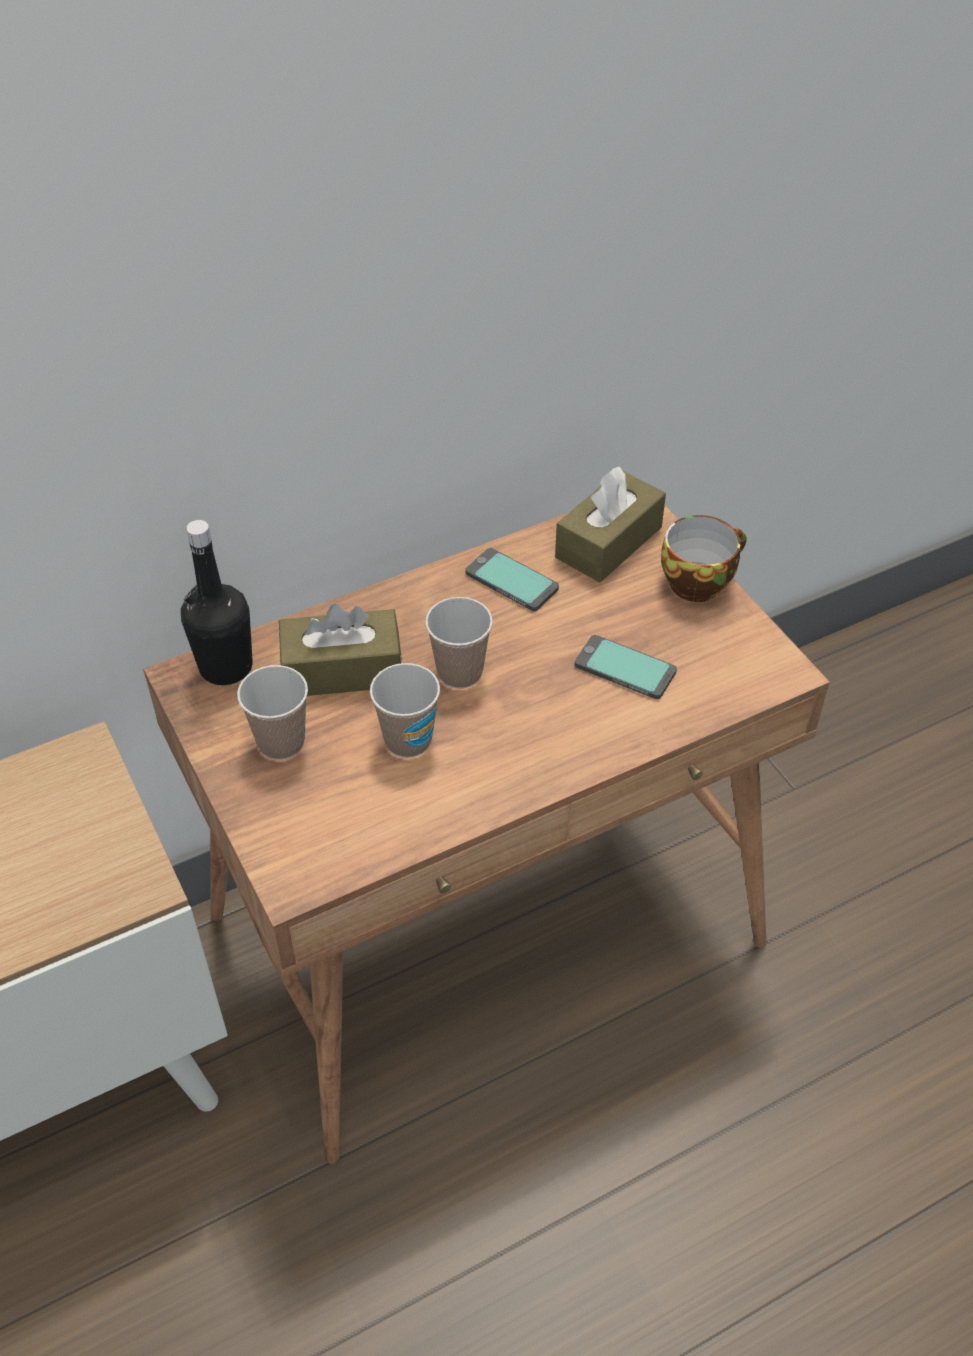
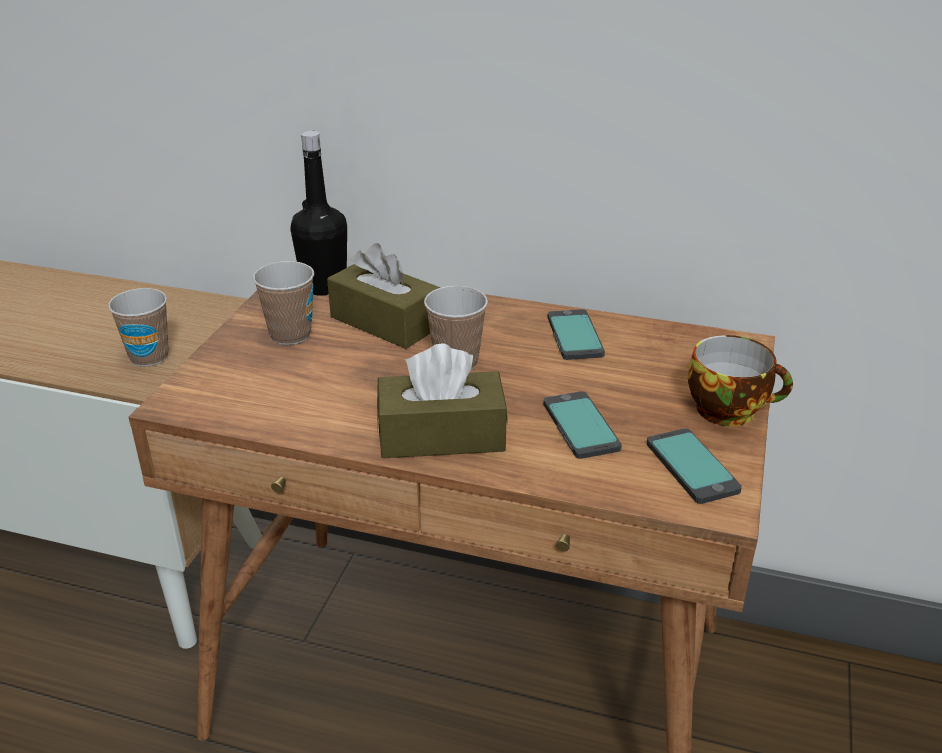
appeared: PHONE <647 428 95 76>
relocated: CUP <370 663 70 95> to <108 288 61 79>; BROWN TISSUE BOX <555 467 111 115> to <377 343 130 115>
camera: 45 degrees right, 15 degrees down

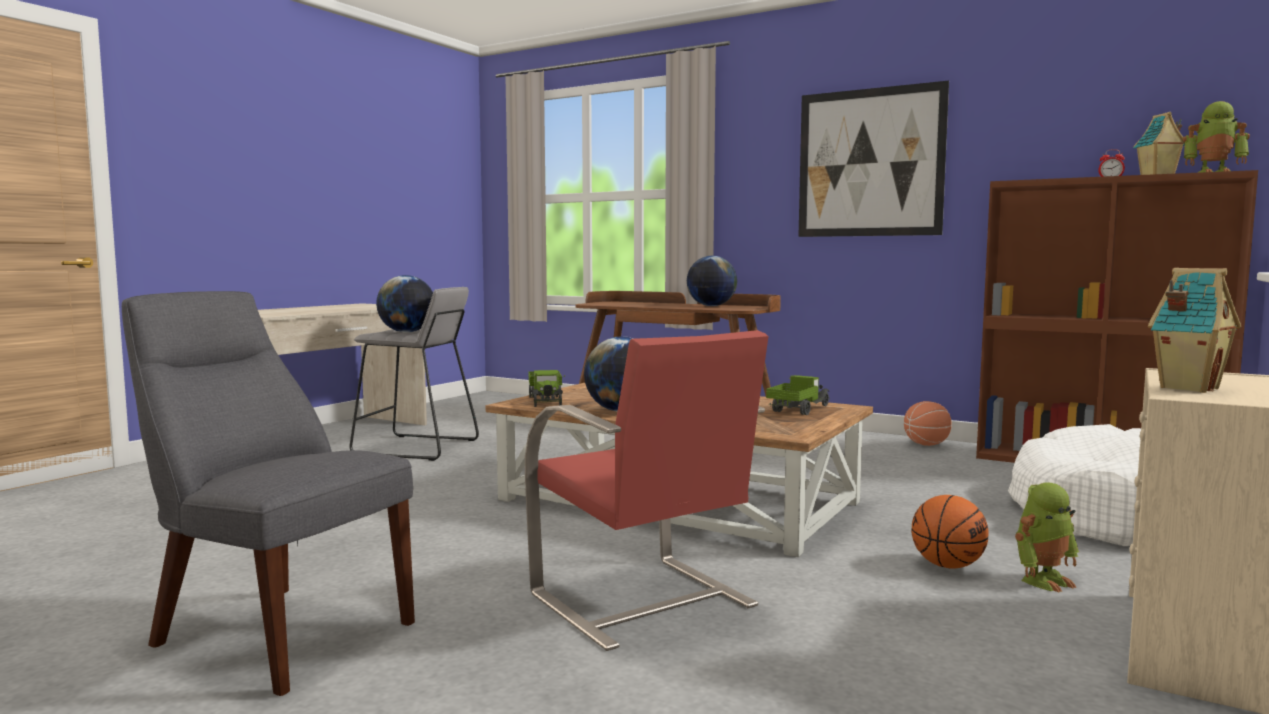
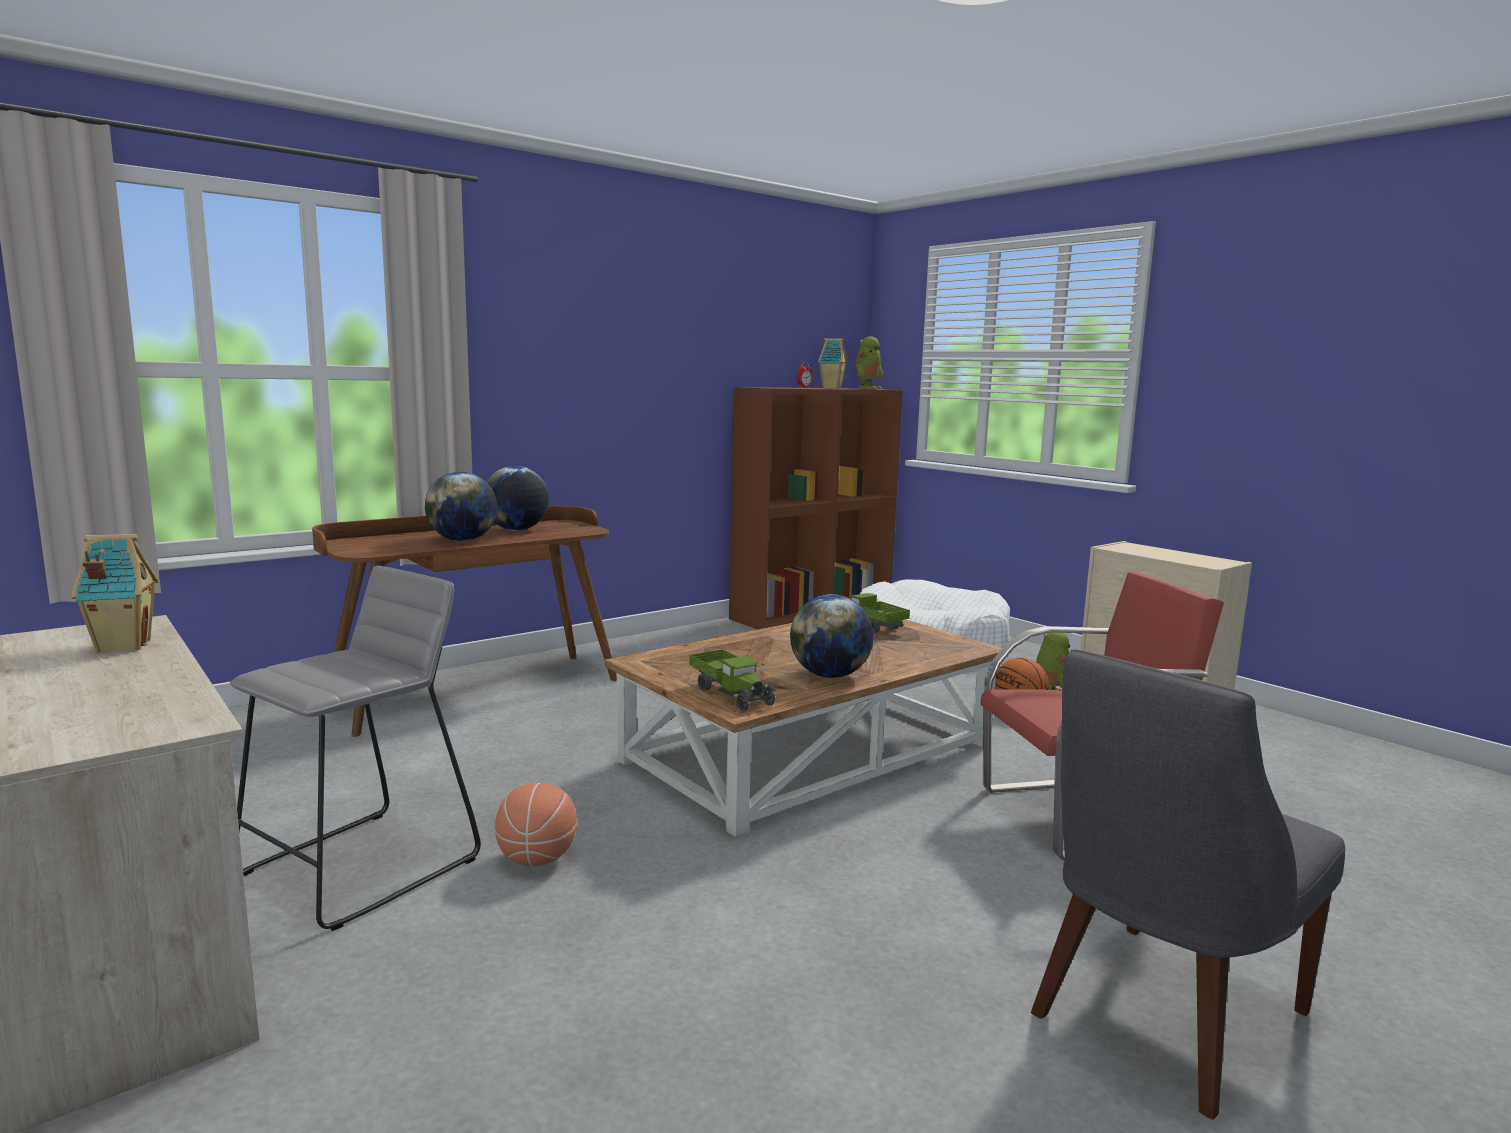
missing: PICTURE <798 81 151 156>
relocated: TOY HOUSE <1148 268 93 125> to <71 534 88 119>; GLOBE <376 275 57 57> to <425 472 73 69>; BASKETBALL <904 401 48 45> to <495 783 82 83>
spun: TOY TRUCK <528 370 37 37> = <690 649 86 62> 45 degrees clockwise
camera: 70 degrees left, 5 degrees up

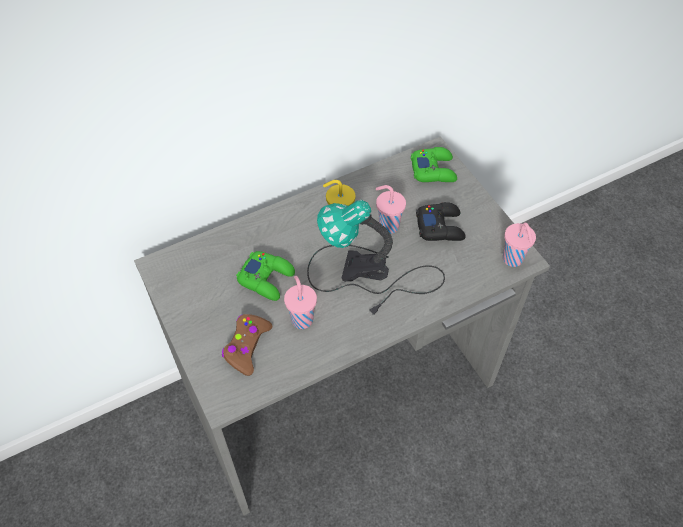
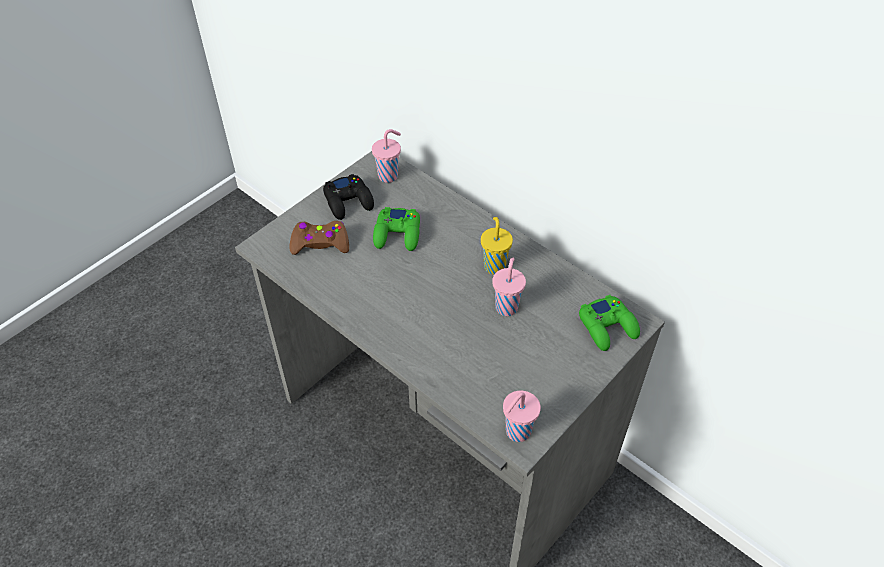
missing: TABLE LAMP <307 200 138 117>
relocated: BLACK GAME CONTROLLER <416 202 50 39> to <323 174 51 46>; PINK CUP <284 276 33 53> to <372 129 29 54>
camera: 70 degrees right, 5 degrees down

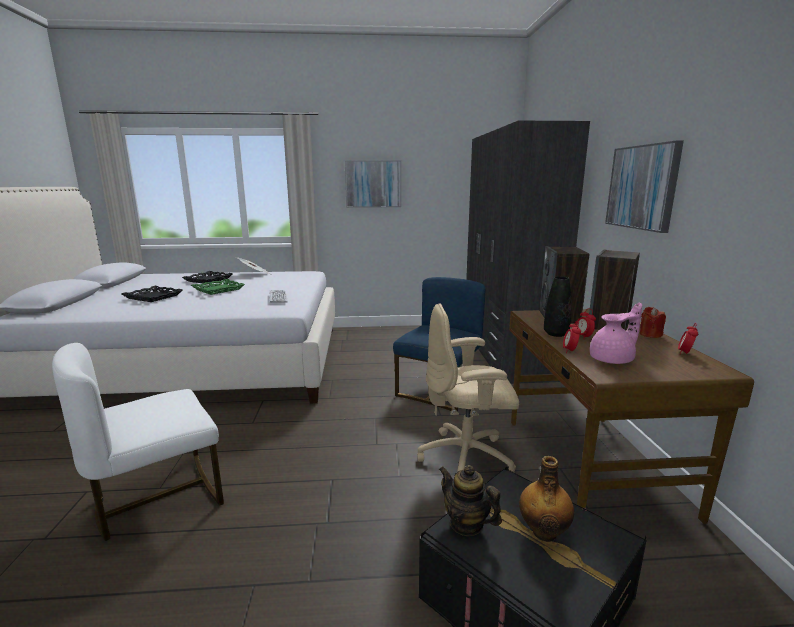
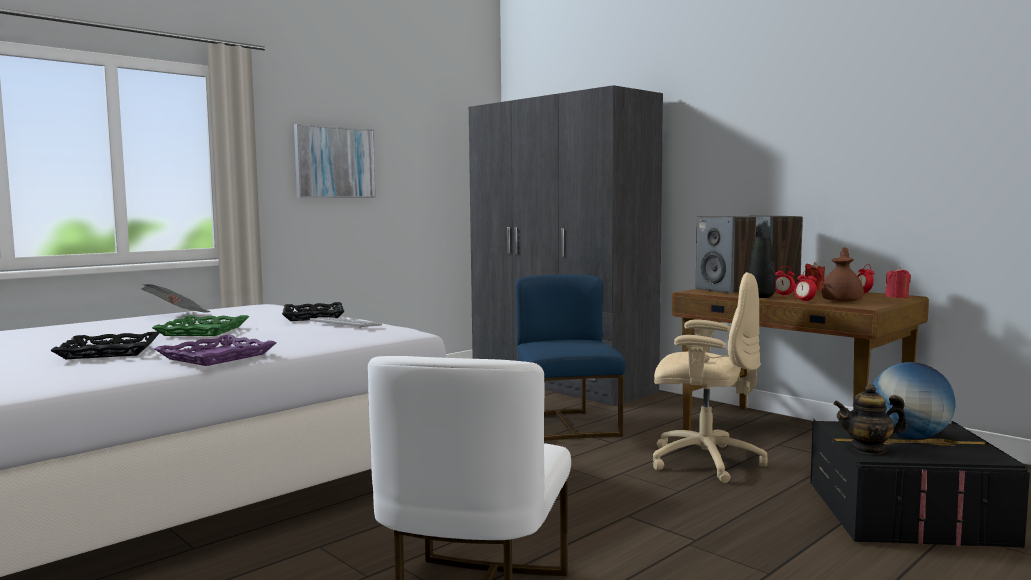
missing: PICTURE <605 140 79 93>
appeared: PURPLE TRAY <154 335 123 31>; RED CANDLE <885 267 26 31>
relocated: BLACK TRAY <182 271 51 12> to <282 302 62 19>
exchanged: BOTTLE <519 456 55 86> to GLOBE <873 362 82 77>
colour: PINK TEAPOT <590 302 52 62> to BROWN TEAPOT <822 247 42 55>
spun: BEIGE OFFICE CHAIR <417 303 102 169> = <653 272 115 211> 120 degrees counterclockwise
camera: 40 degrees left, 10 degrees down

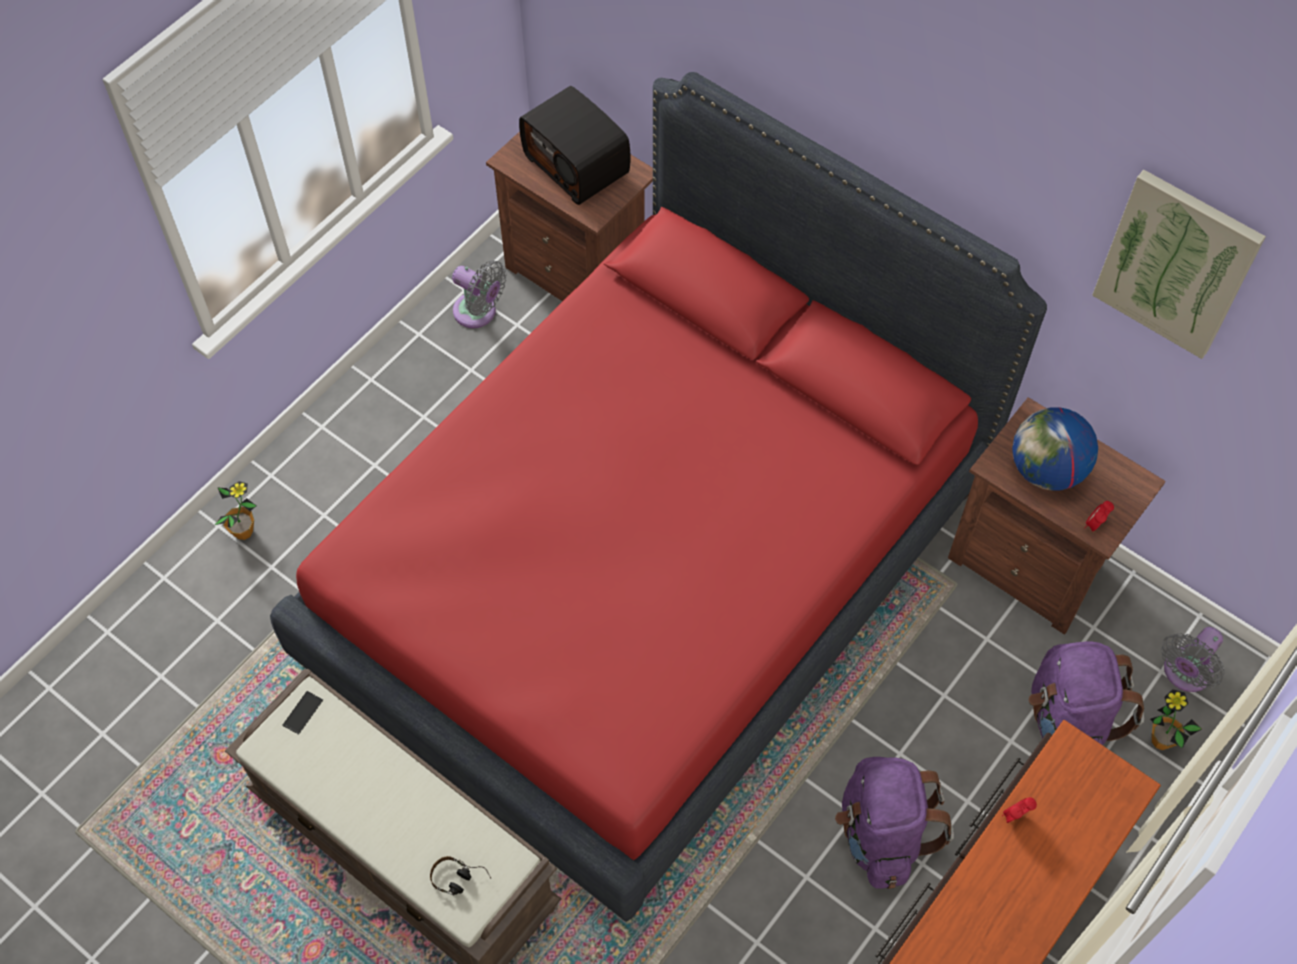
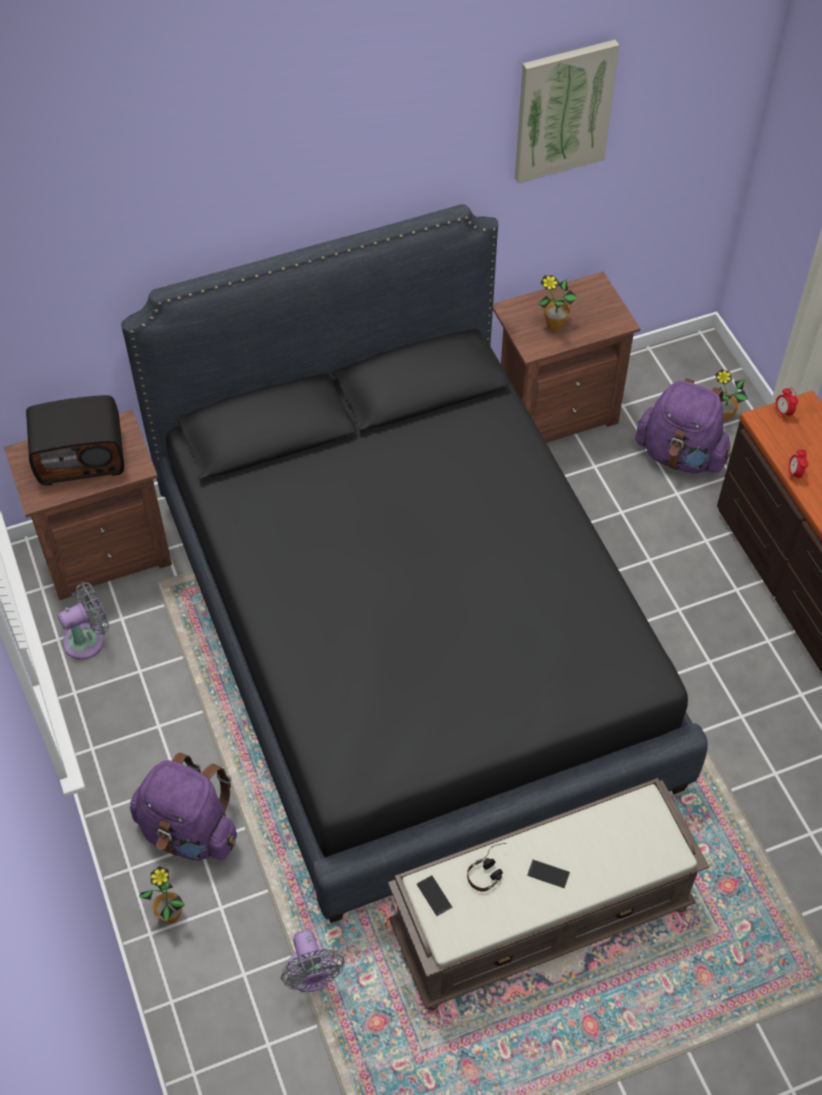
appeared: PHONE <527 860 43 28>
relocated: PURPLE BACKPACK <835 757 119 132> to <130 752 107 109>; GREY FAN <1161 627 64 65> to <281 930 64 62>; HEADPHONES <430 856 61 40> to <467 843 40 49>; ALARM CLOCK <1084 501 30 30> to <776 388 22 32>
exchanged: GLOBE <1012 407 86 84> to POTTED PLANT <539 275 39 55>
colour: RED BED <270 72 777 850> to BLACK BED <121 204 587 719>
camera: 60 degrees left, 5 degrees down

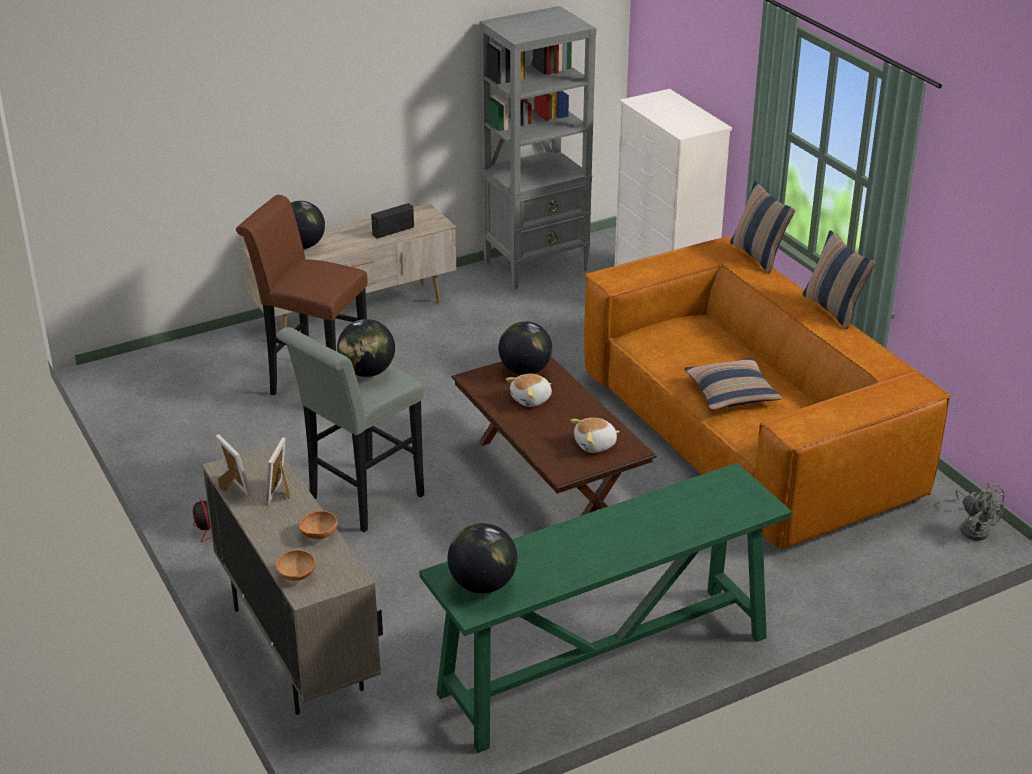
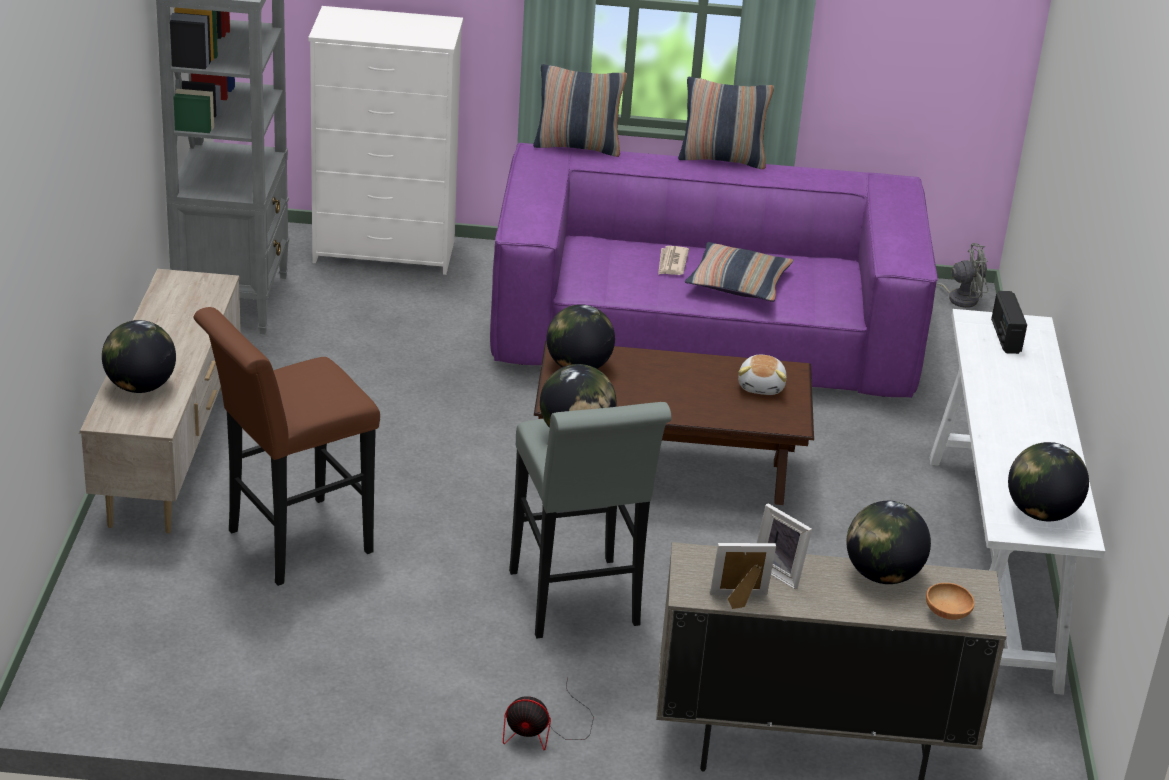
missing: PLUSH TOY <506 374 46 33>
appeared: NEWSPAPER <658 246 31 29>
relocated: RADIO <371 203 43 36> to <991 291 36 63>
exchanged: BROWN BOWL <299 511 38 28> to GLOBE <846 501 85 83>
colour: BROWN SOFA <584 237 367 313> to PURPLE SOFA <490 143 448 255>; GREEN CONSOLE TABLE <419 463 373 290> to WHITE CONSOLE TABLE <930 309 175 386>
camera: 60 degrees left, 0 degrees up

